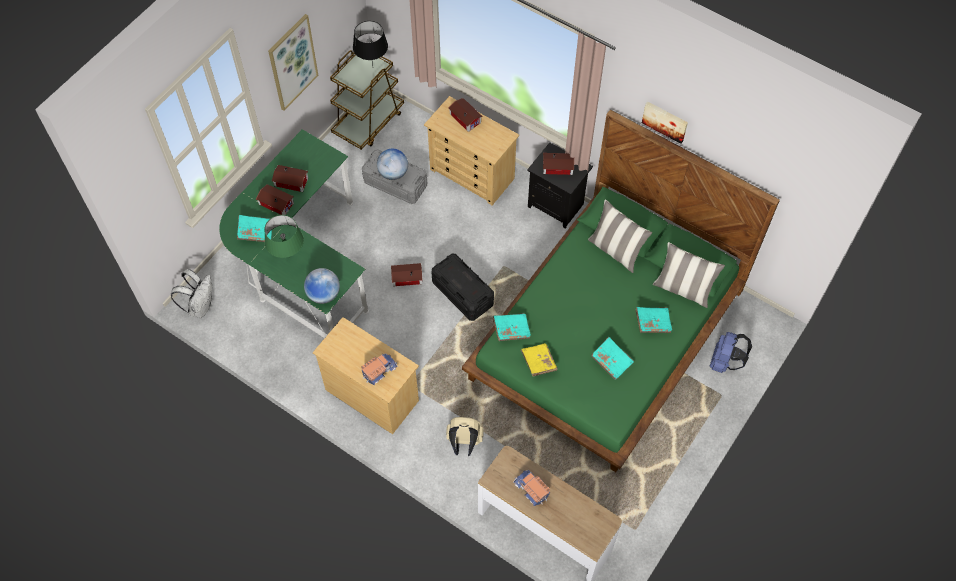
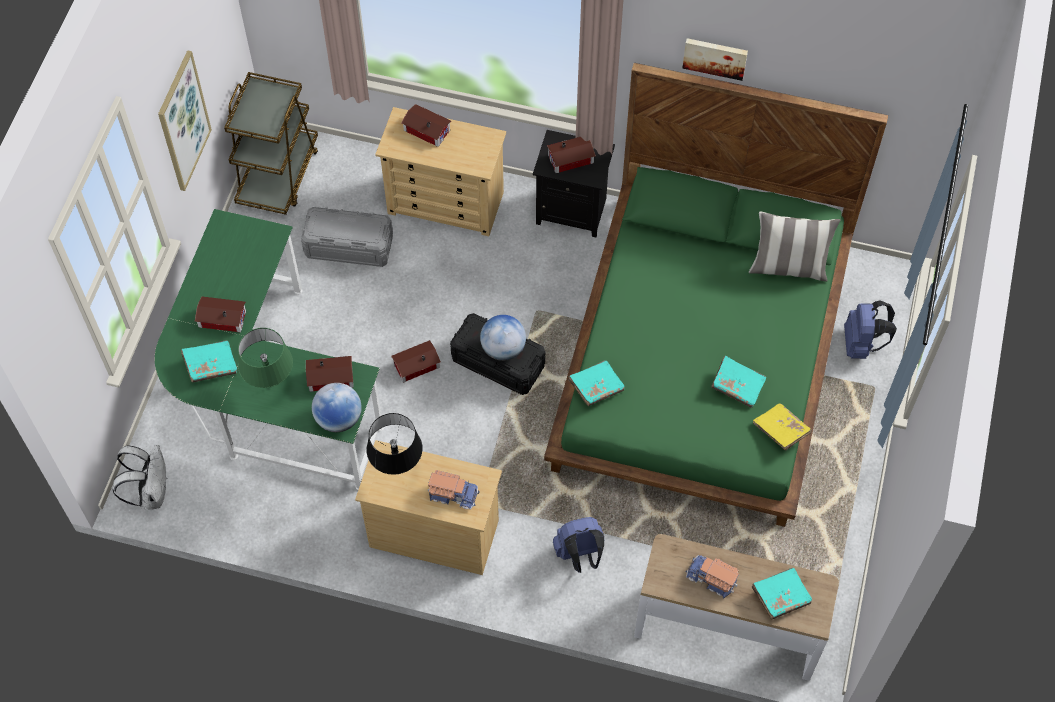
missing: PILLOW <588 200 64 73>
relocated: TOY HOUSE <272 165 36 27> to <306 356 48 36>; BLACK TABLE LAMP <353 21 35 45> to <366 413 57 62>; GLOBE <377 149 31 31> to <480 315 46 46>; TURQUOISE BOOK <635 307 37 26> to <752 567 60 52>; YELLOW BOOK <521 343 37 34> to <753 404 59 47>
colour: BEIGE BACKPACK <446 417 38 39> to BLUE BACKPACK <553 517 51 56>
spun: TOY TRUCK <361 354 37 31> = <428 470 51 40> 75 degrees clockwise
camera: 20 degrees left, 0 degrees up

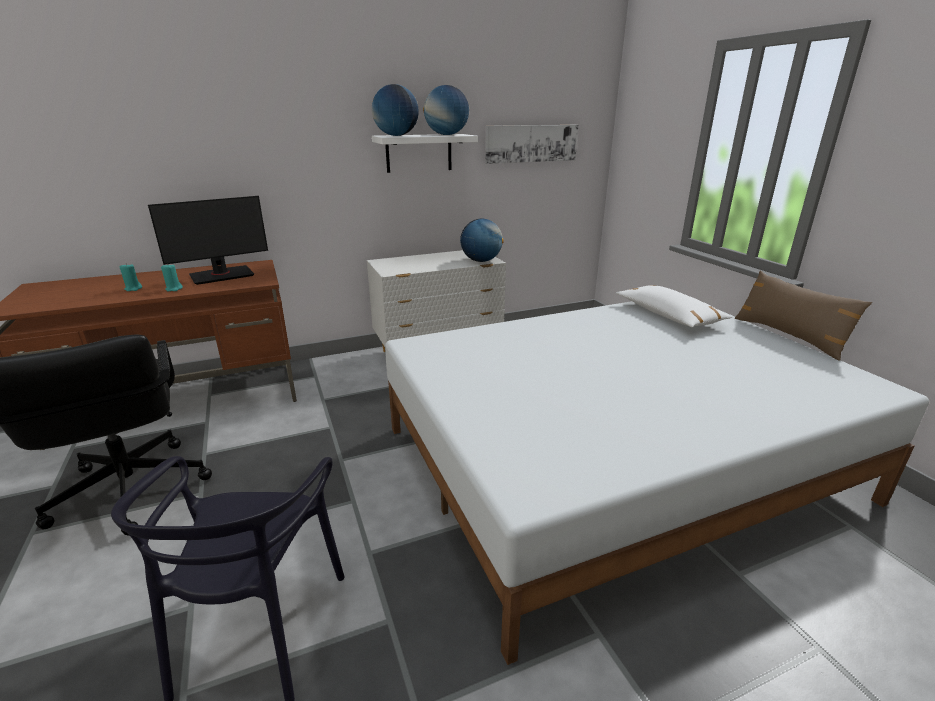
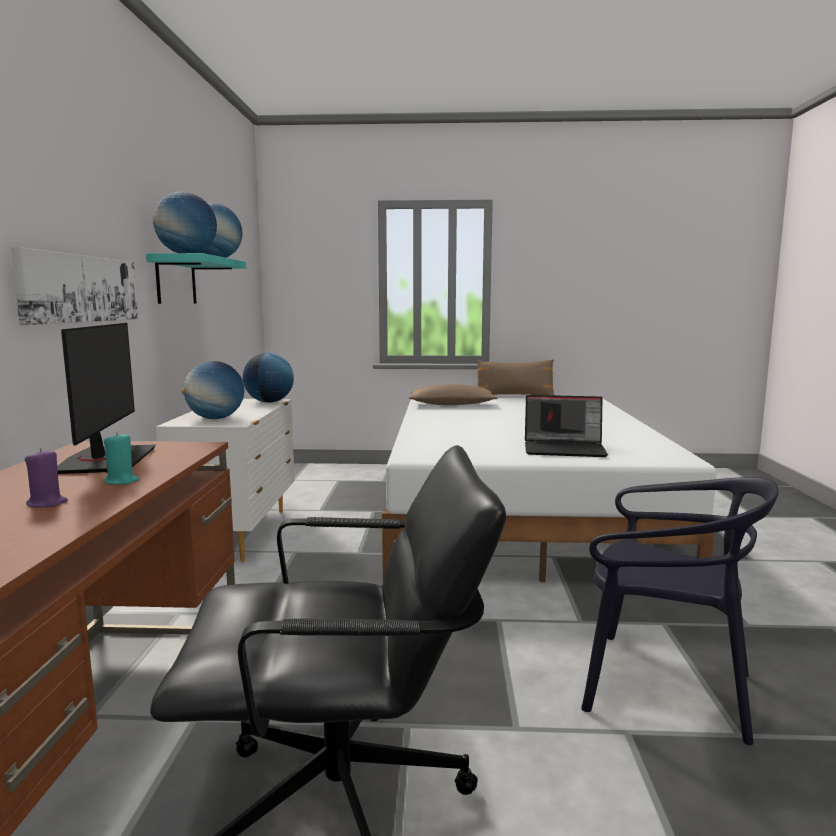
appeared: GLOBE <182 361 62 58>; LAPTOP <525 395 83 62>
relocated: PICTURE <485 125 93 39> to <11 247 127 78>
colour: TURQUOISE CANDLE <120 263 22 28> to PURPLE CANDLE <25 448 43 60>; WHITE SHELF <372 134 106 39> to TURQUOISE SHELF <146 253 100 51>; WHITE PILLOW <616 285 116 42> to BROWN PILLOW <409 384 88 21>
camera: 65 degrees left, 15 degrees down

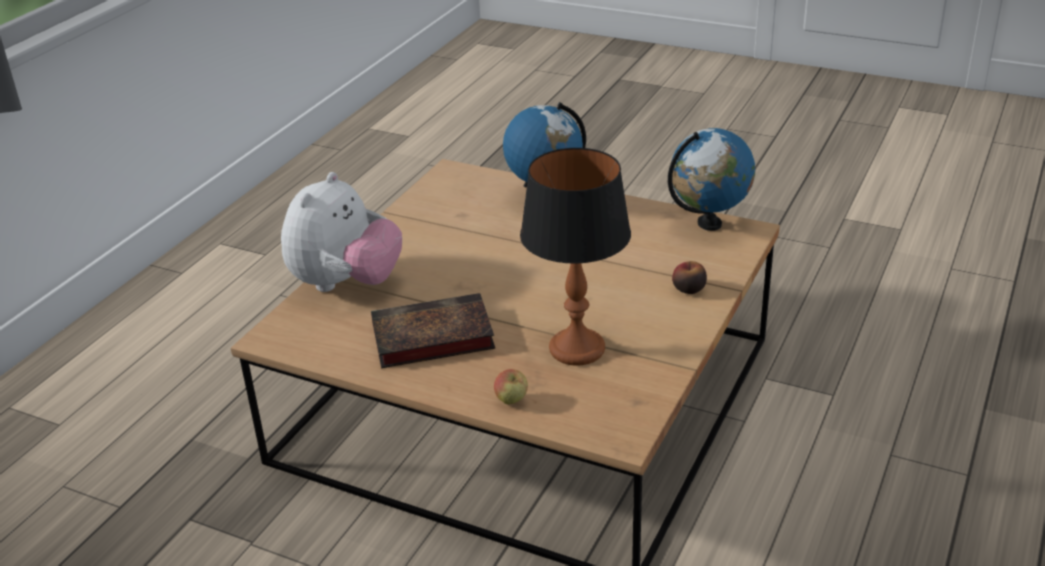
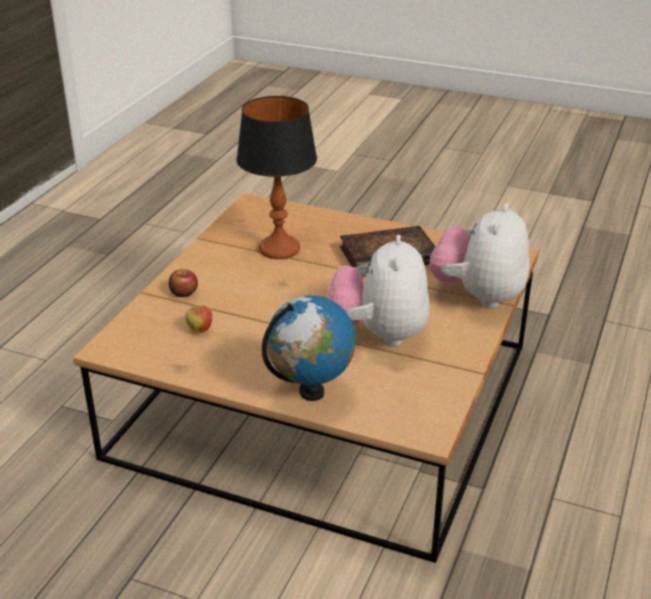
missing: GLOBE <668 128 87 103>
appeared: PLUSH TOY <327 235 103 111>
relocated: APPLE <494 369 34 36> to <185 304 27 29>
camera: 175 degrees right, 0 degrees up

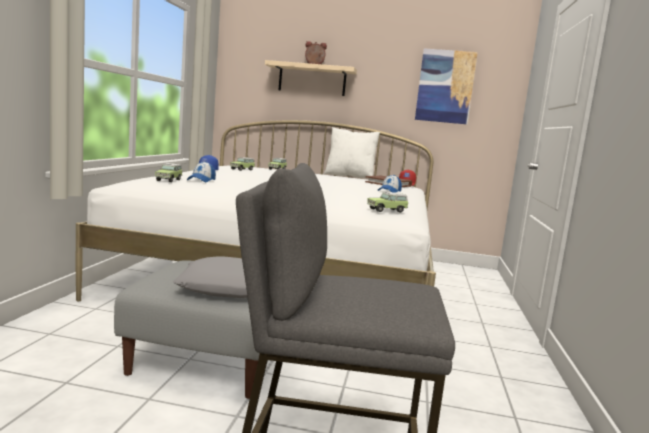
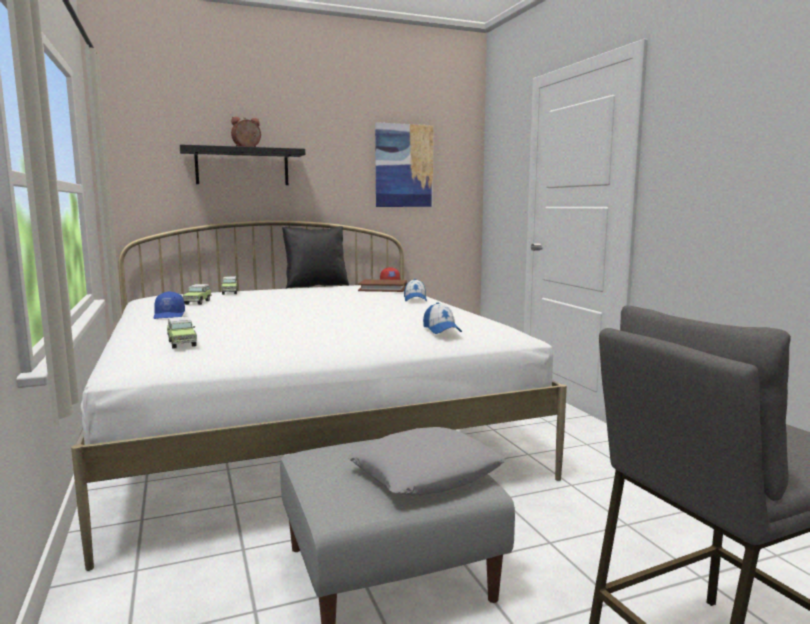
missing: TOY CAR <367 192 41 21>
relocated: CAP <187 161 29 21> to <423 303 39 31>
colour: BEIGE SHELF <265 60 92 36> to BLACK SHELF <180 144 125 41>; WHITE PILLOW <324 127 56 52> to BLACK PILLOW <282 226 67 63>
camera: 30 degrees left, 0 degrees up

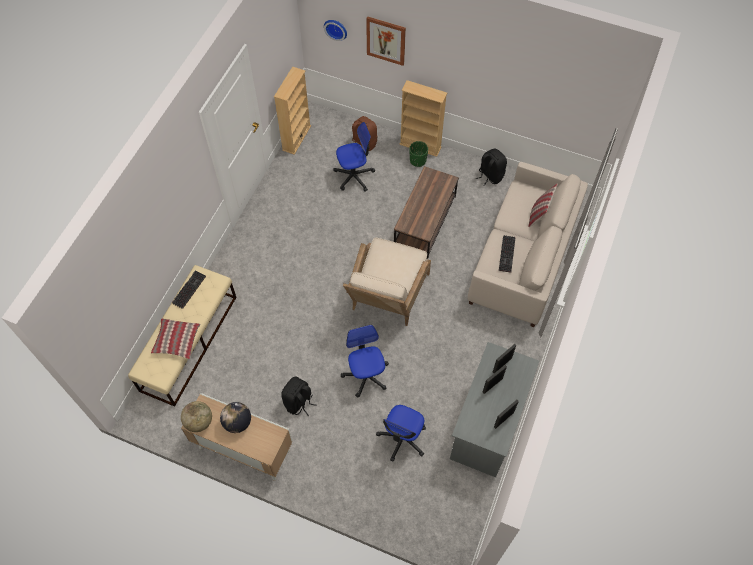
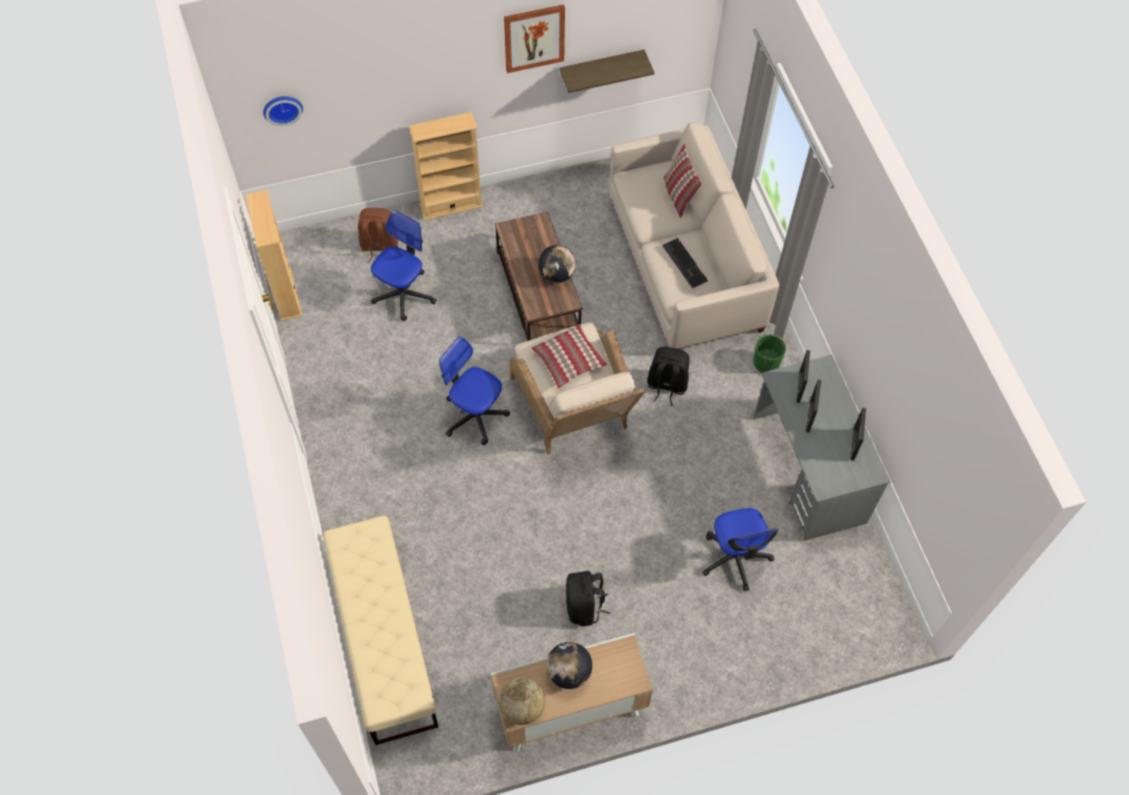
missing: KEYBOARD <172 270 34 39>
appeared: GLOBE <538 245 38 38>; SHELF <559 50 95 43>
relocated: OFFICE CHAIR <341 325 48 72> to <439 337 71 108>; PICTURE <366 16 40 50> to <504 4 61 69>; PILLOW <151 318 50 41> to <531 324 76 64>; BLACK BACKPACK <476 148 31 38> to <647 347 43 59>; GREEN PLANTER <409 141 19 26> to <754 335 32 38>
camera: 40 degrees left, 0 degrees up

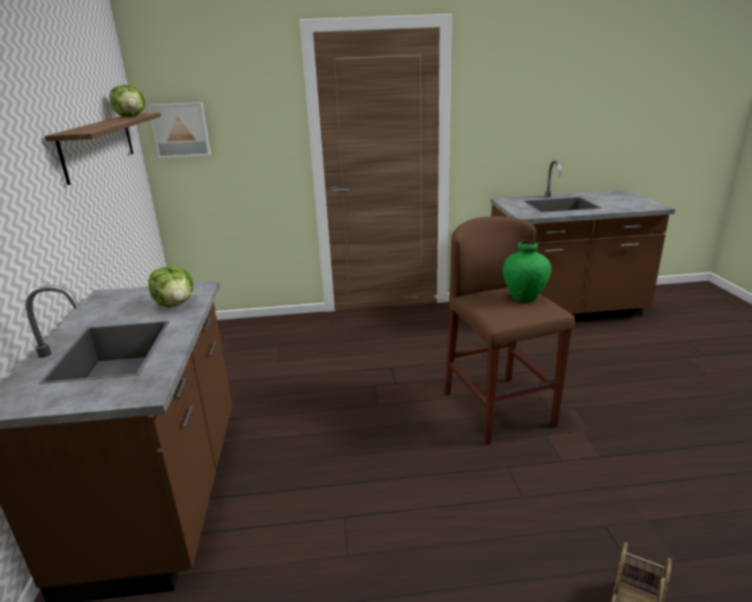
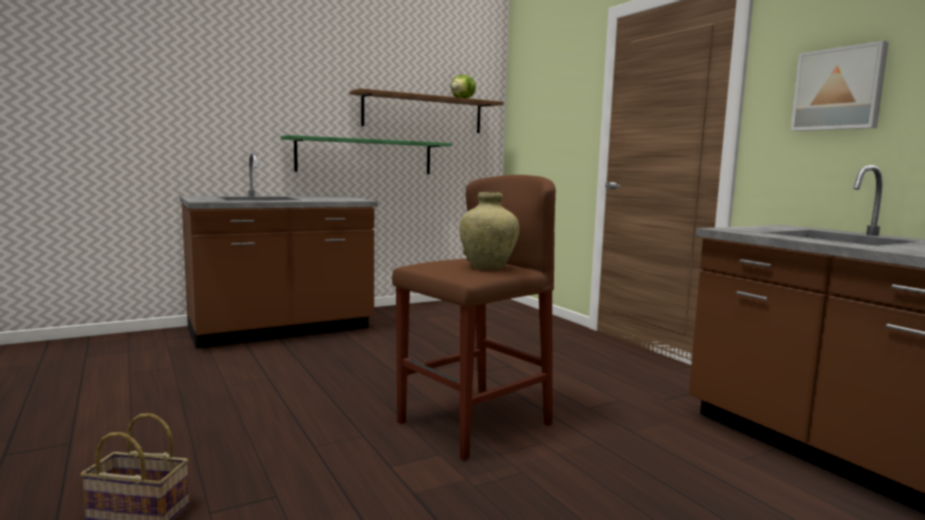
missing: LETTUCE <148 266 45 41>
appeared: GREEN SHELF <281 135 172 39>
relocated: PICTURE <148 102 63 56> to <790 41 99 90>
colour: GREEN VASE <502 240 49 62> to BEIGE VASE <459 192 60 77>
camera: 65 degrees right, 15 degrees down

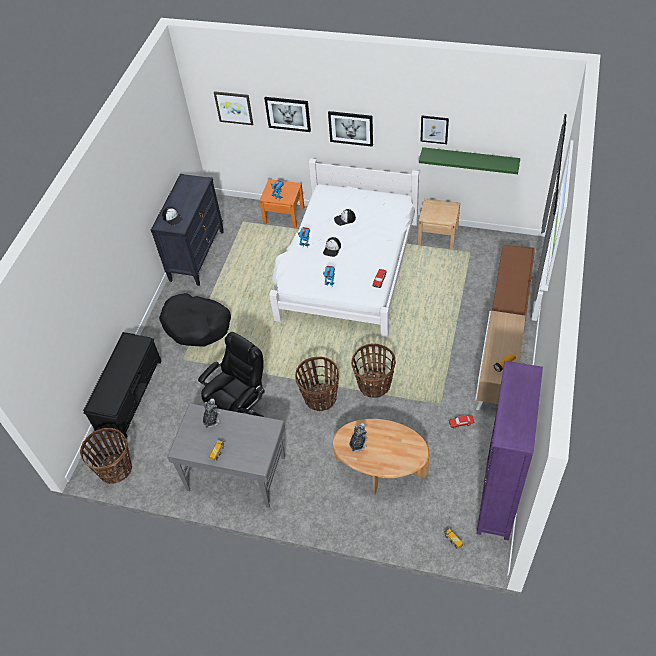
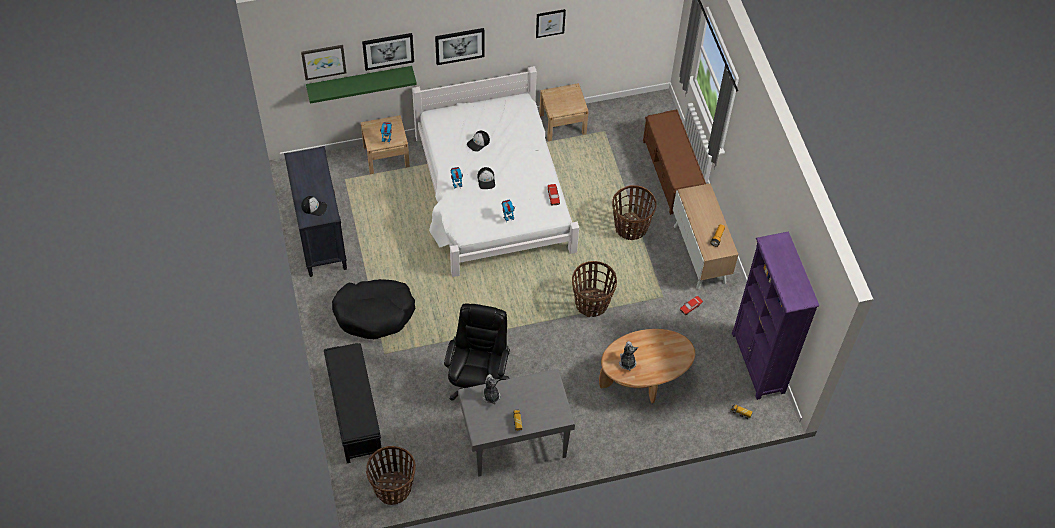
relocated: GREEN SHELF <419 147 101 27> to <306 66 111 38>; BASKET <295 357 44 54> to <612 185 45 55>
colour: ORANGE NIGHTSTAND <259 179 45 49> to BEIGE NIGHTSTAND <361 115 49 59>
camera: 35 degrees left, 5 degrees up

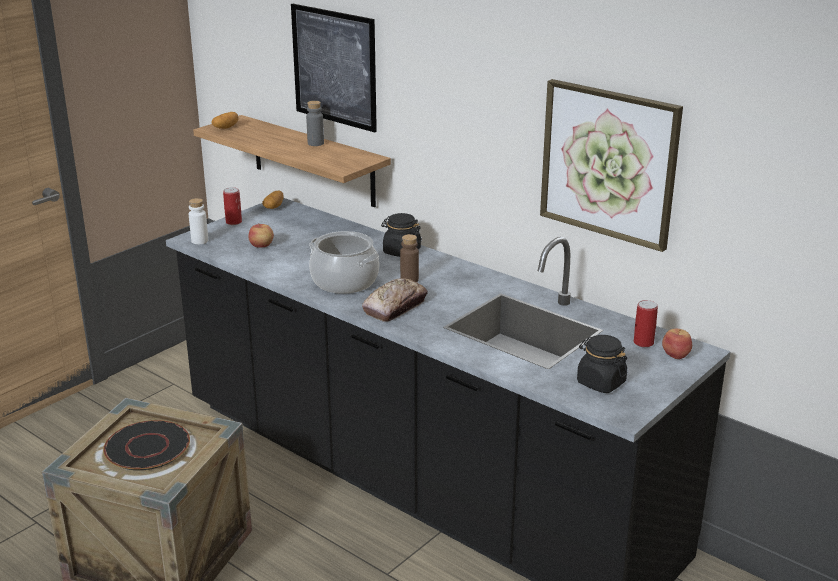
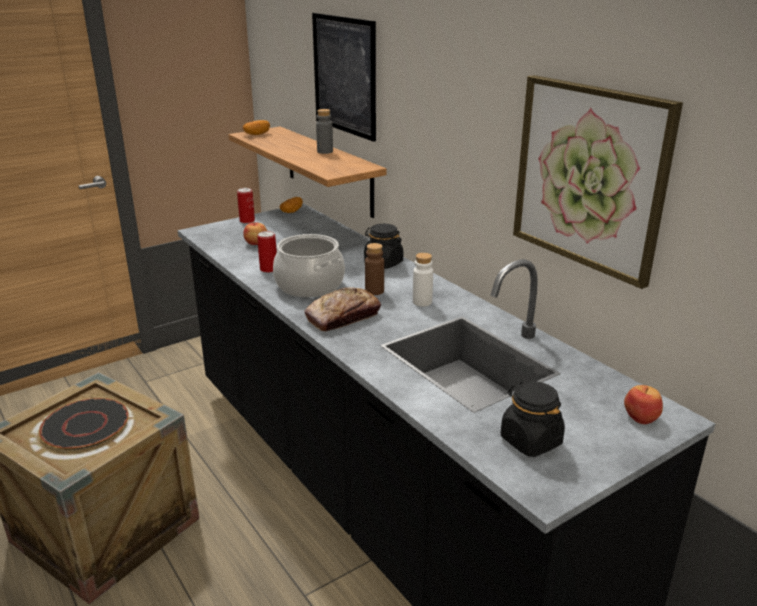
relocated: CAN <634 300 24 47> to <257 231 20 42>; WHITE BOTTLE <189 198 19 46> to <413 253 20 53>
camera: 15 degrees right, 0 degrees up

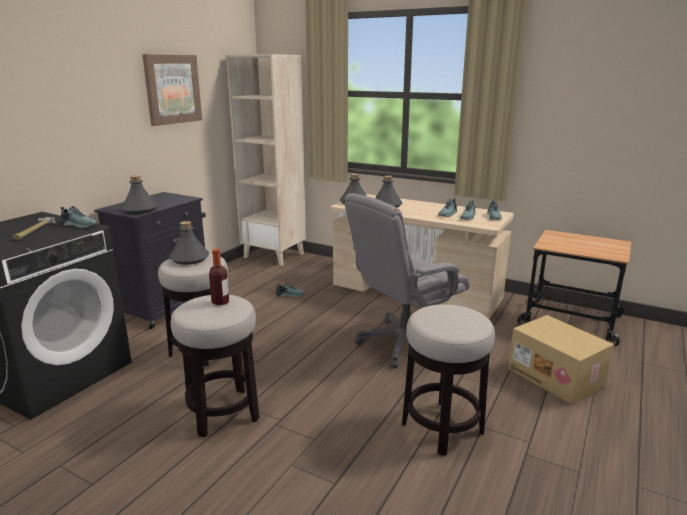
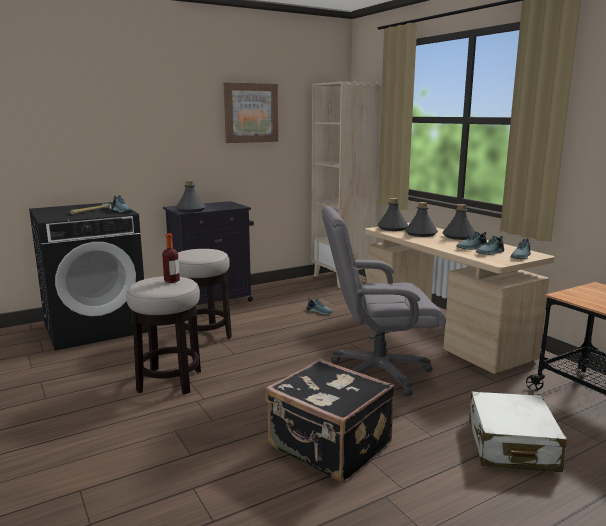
relocated: GREY BOTTLE <169 221 40 44> to <442 204 33 36>
exchanged: STOOL <402 304 93 151> to BLACK SUITCASE <265 359 130 124>; CARDBOARD BOX <508 315 106 90> to WHITE SUITCASE <469 392 98 80>
camera: 30 degrees right, 5 degrees down

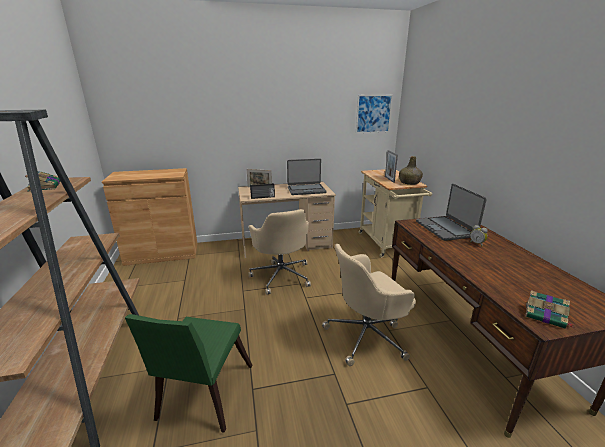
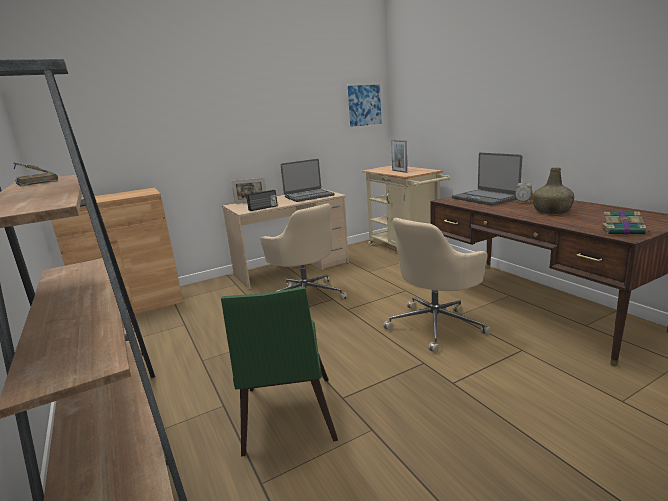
relocated: GREEN BOTTLE <399 156 24 29> to <533 167 41 47>
camera: 15 degrees left, 5 degrees down

